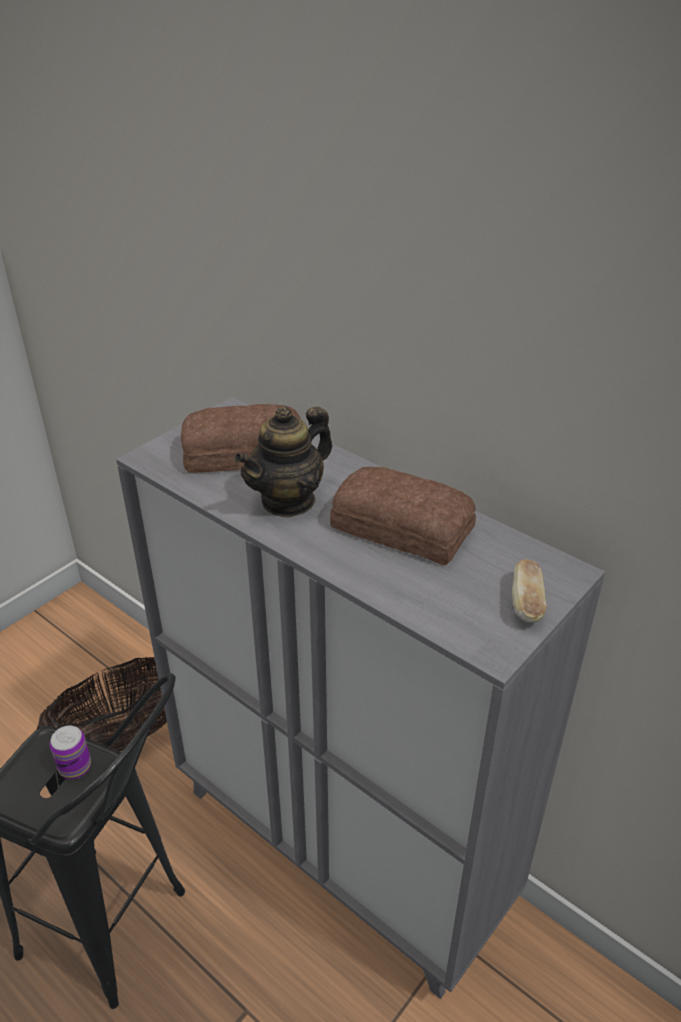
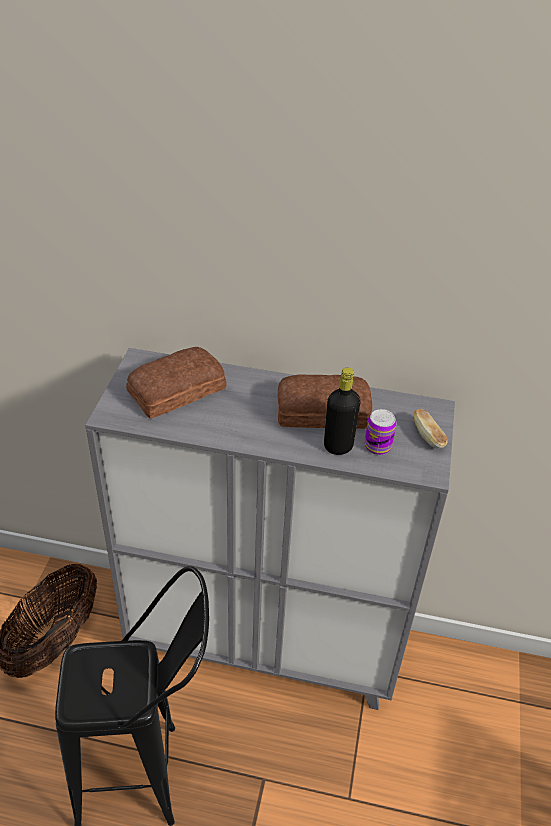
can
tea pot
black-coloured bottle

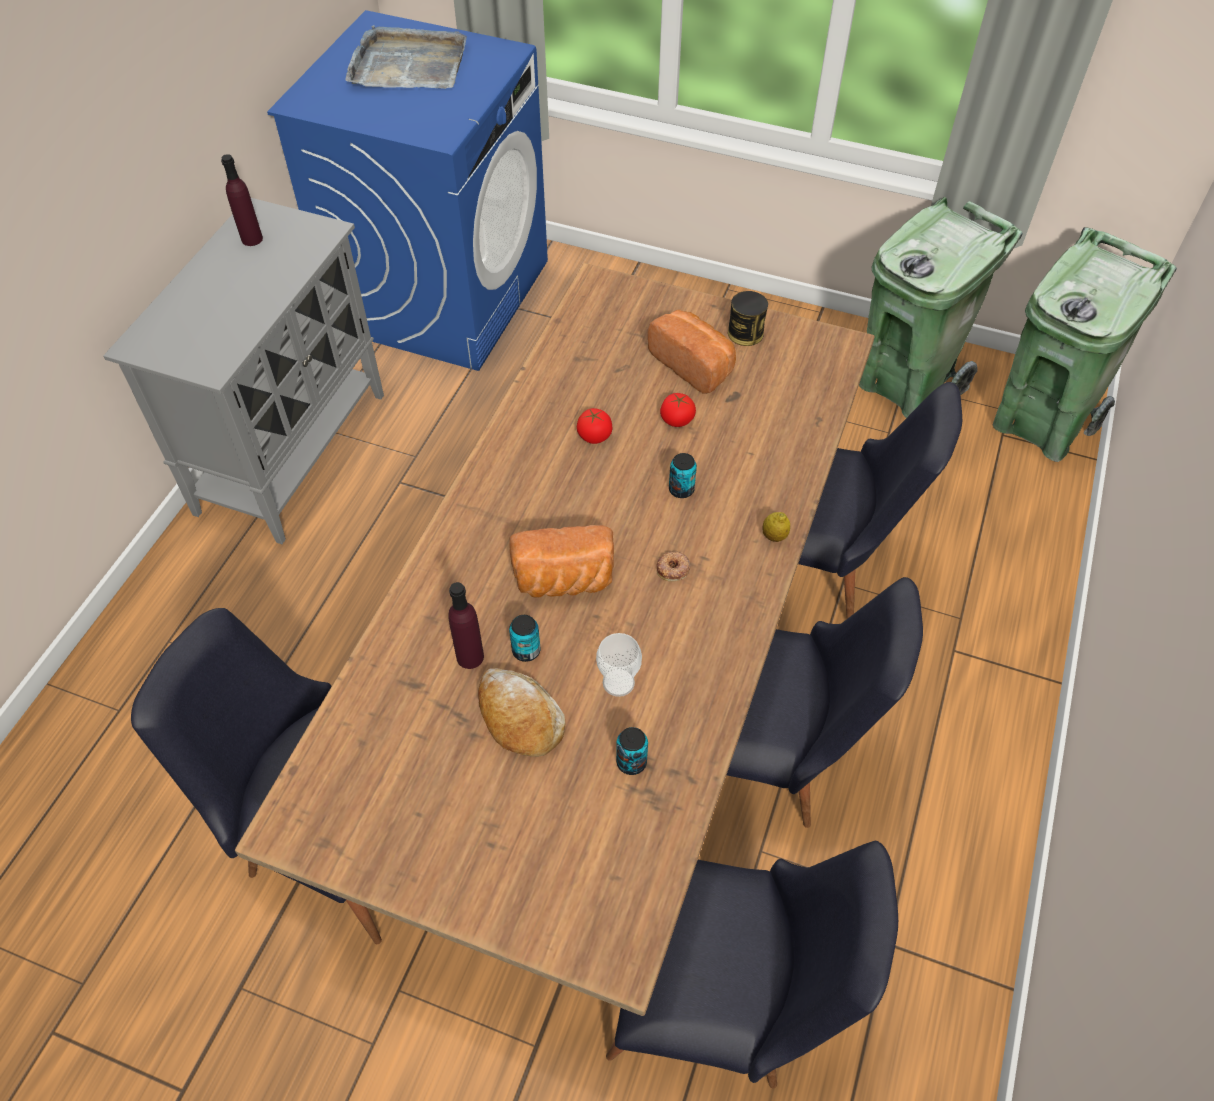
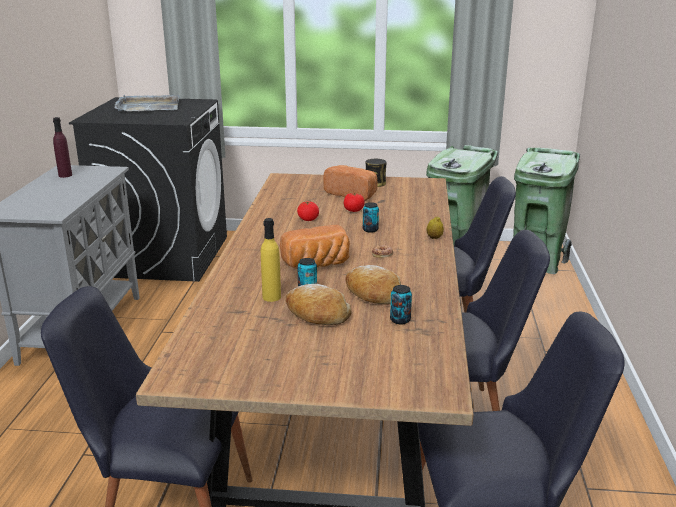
black-coloured washing machine
yellow-coloured bottle
bread (no. 4 from left)

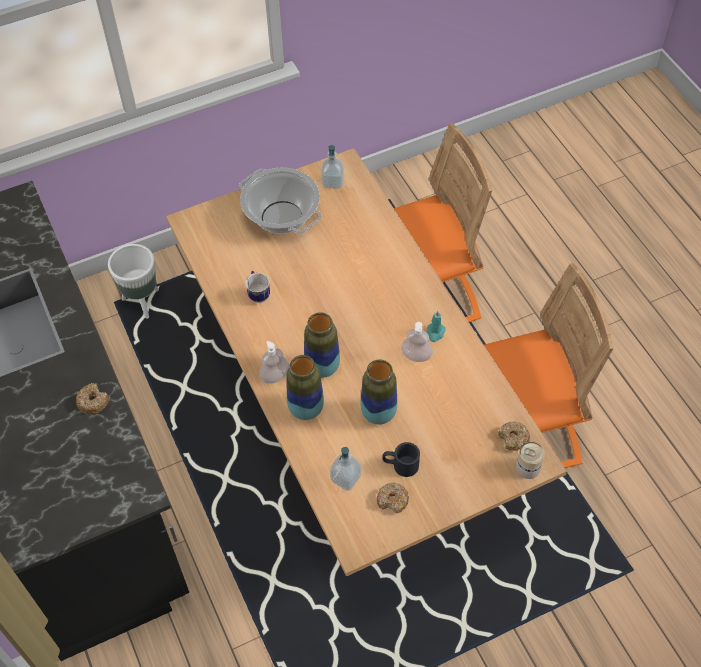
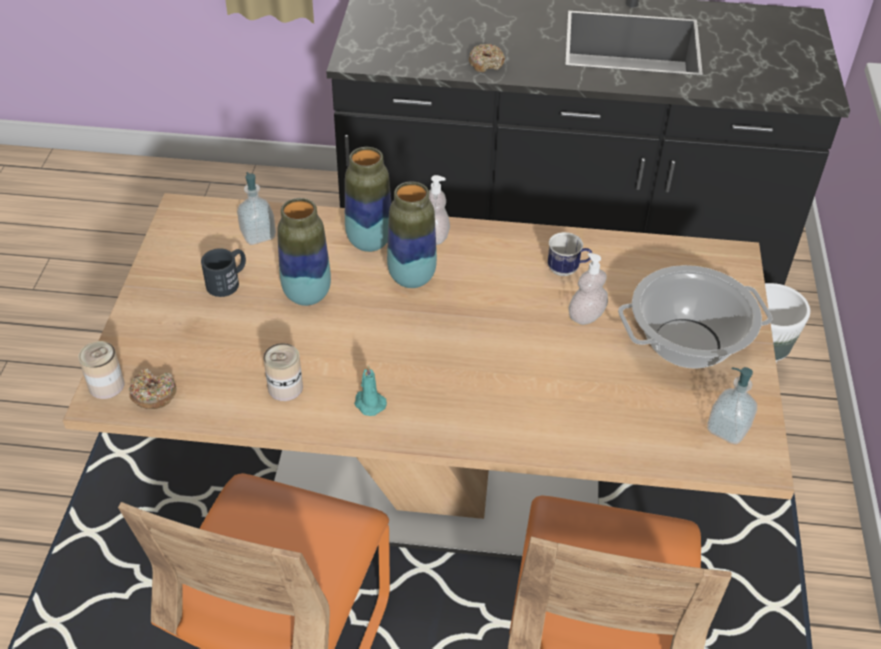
donut (no. 2 from left in the first image)
liquid soap bottle (no. 3 from left)
can (no. 2 from left)

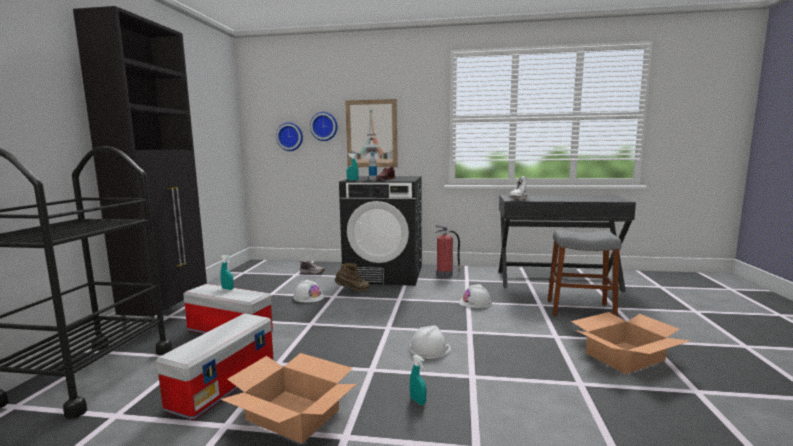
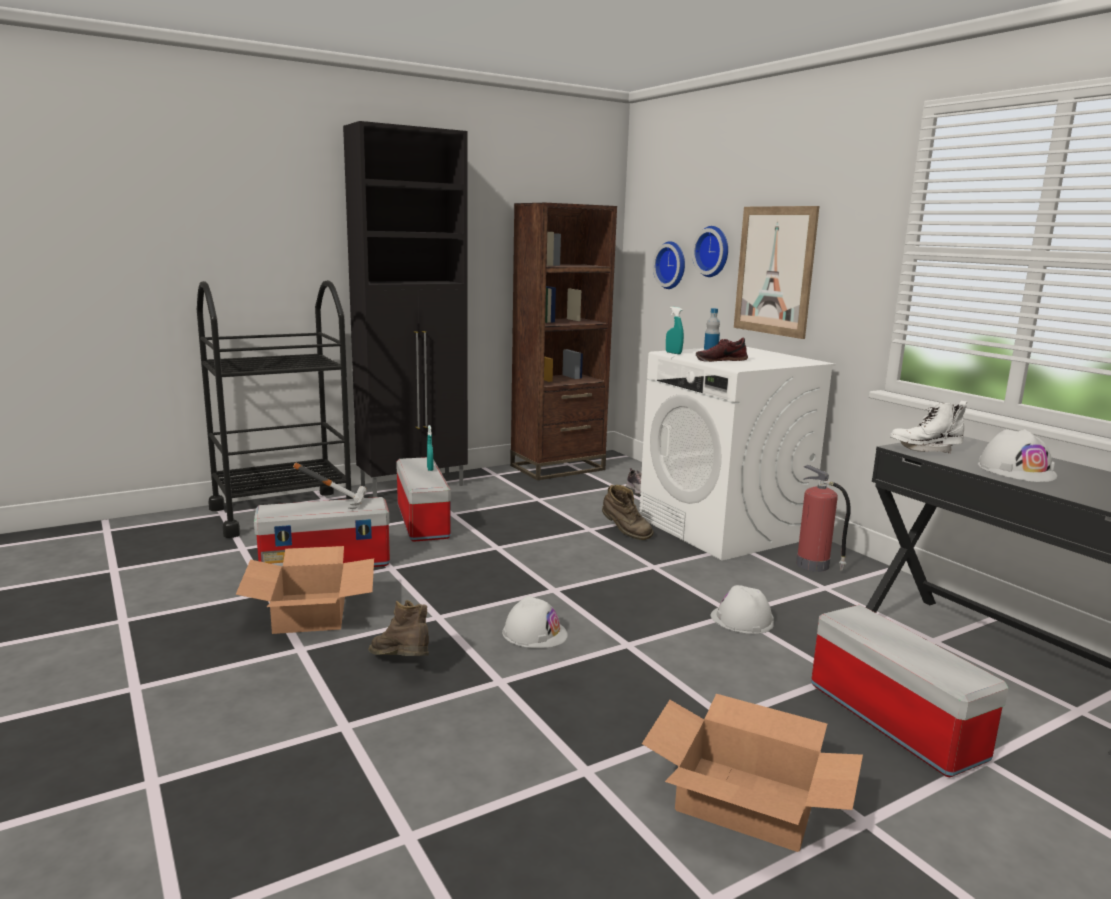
white-coloured safety helmet (no. 3 from left)
white-coloured washing machine
brown-coloured tall boot (no. 1 from left)
storage container (no. 3 from left)
hammer
brown-coloured bookshelf

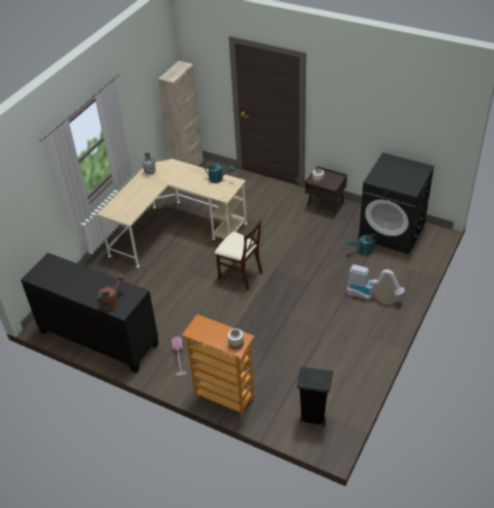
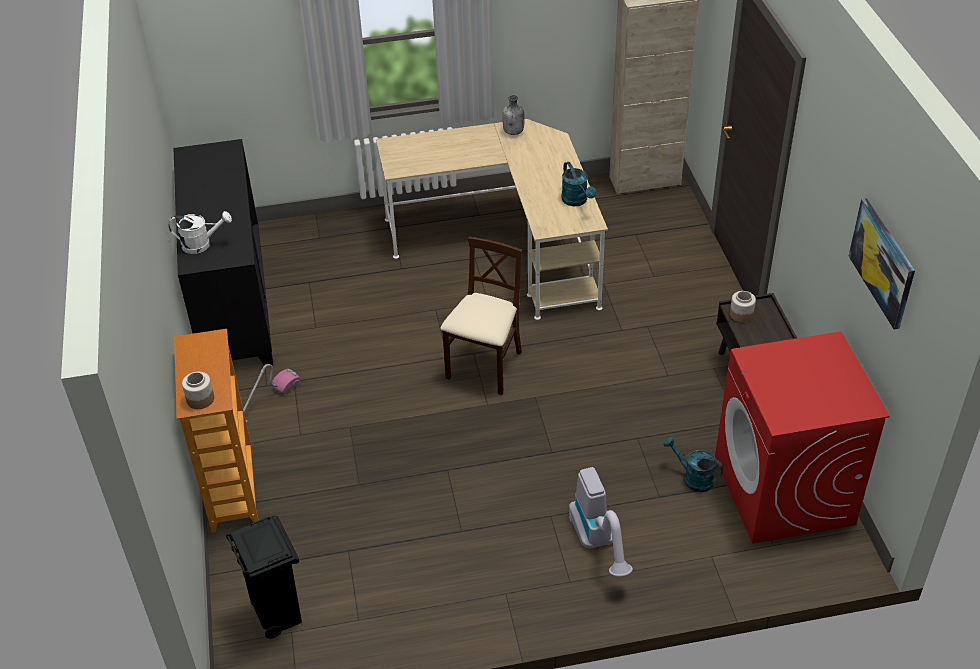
white-coloured watering can
beige upright chair
reddish washing machine
wall picture

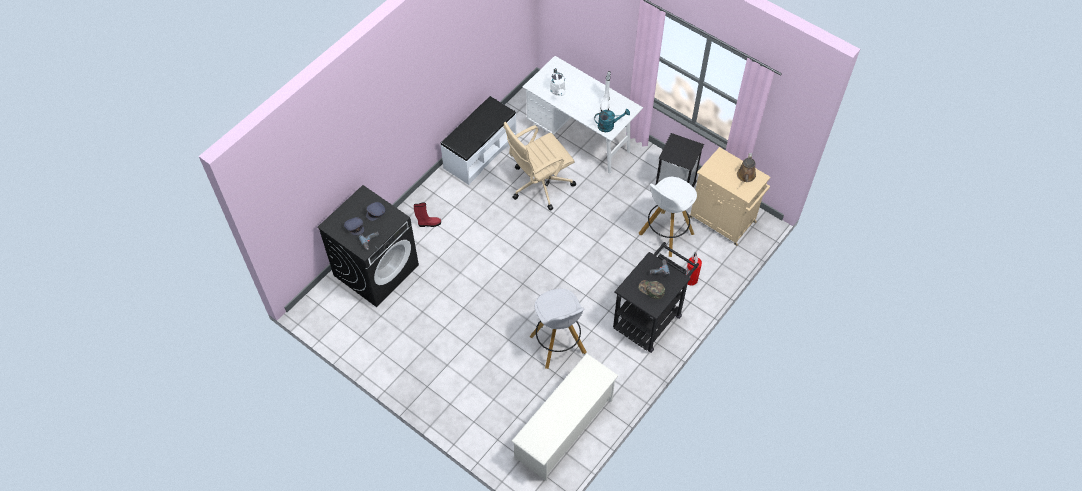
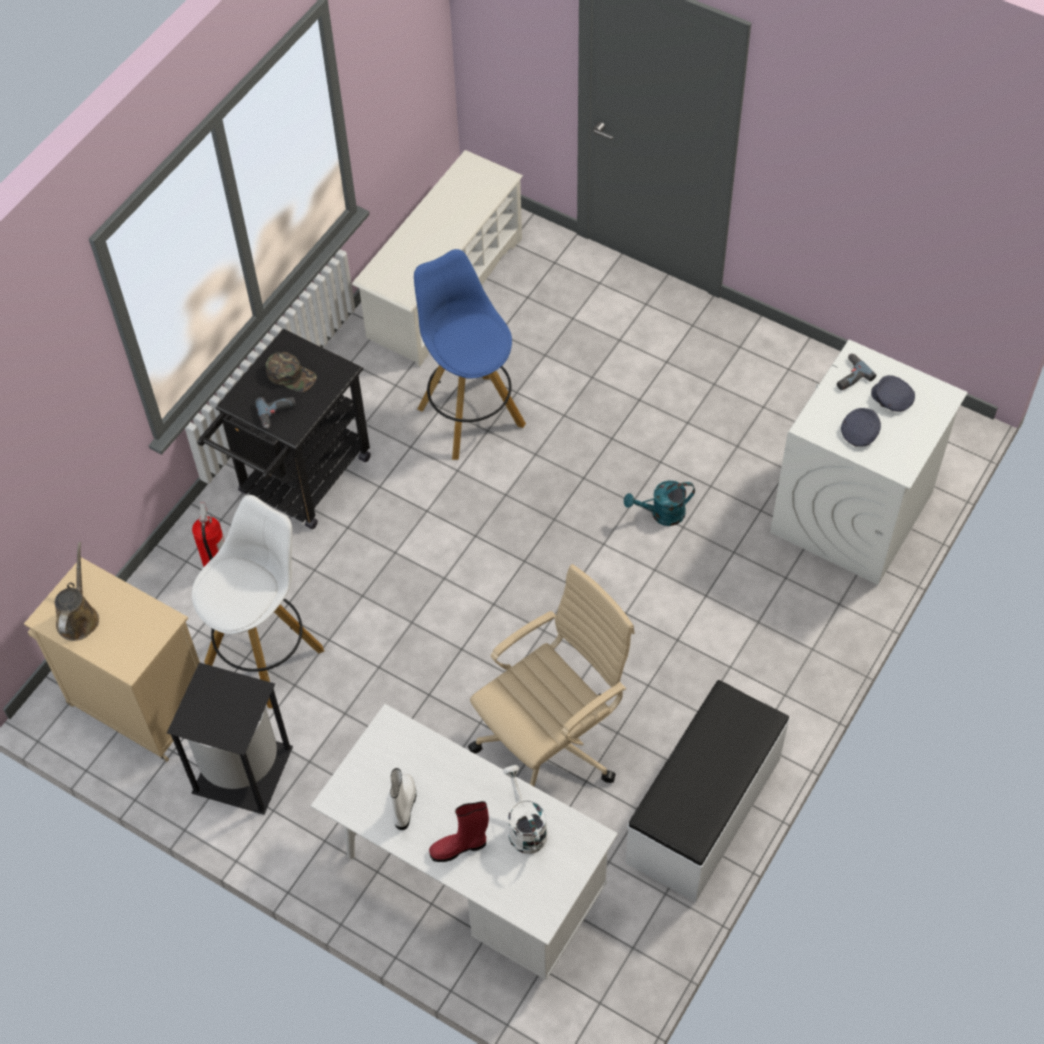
white-coloured washing machine
reddish tall boot
blue-coloured stool seat
blue-green watering can

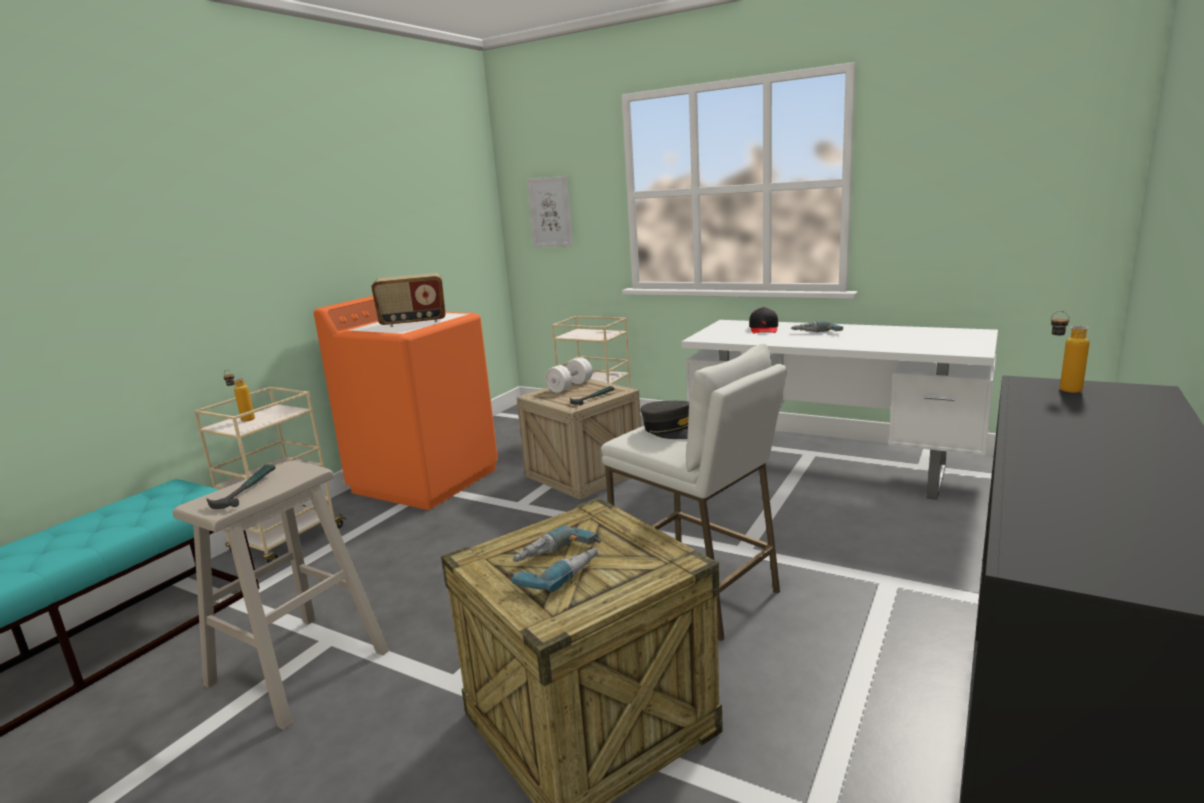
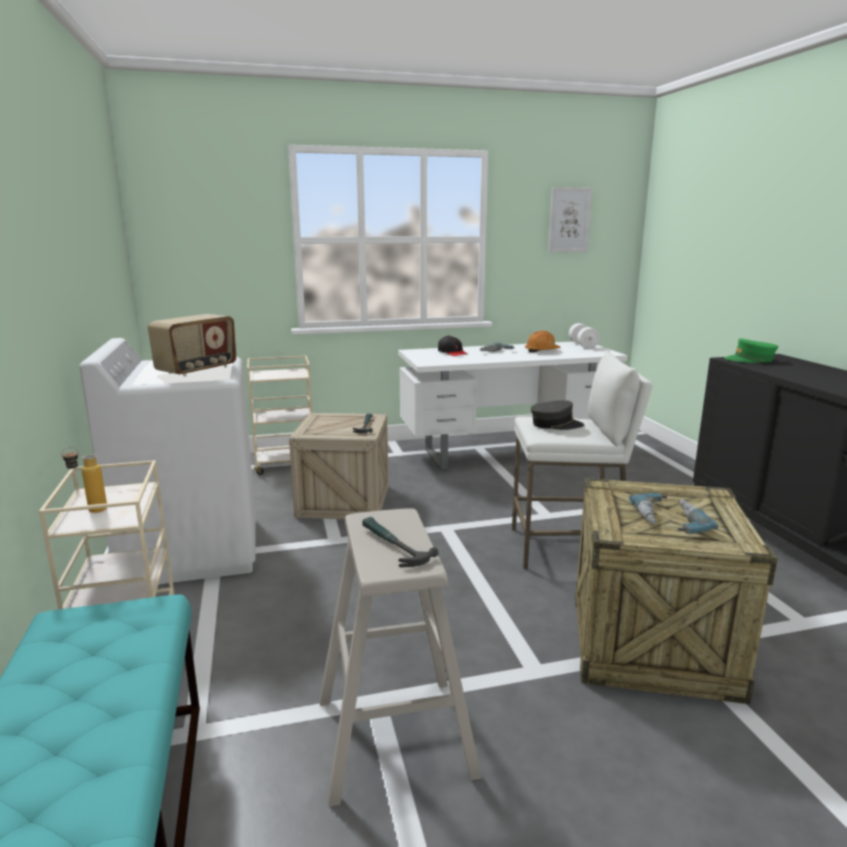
white-coloured washing machine
wall picture
white-coloured dumbbell
green-coloured baseball cap
orange-coloured safety helmet

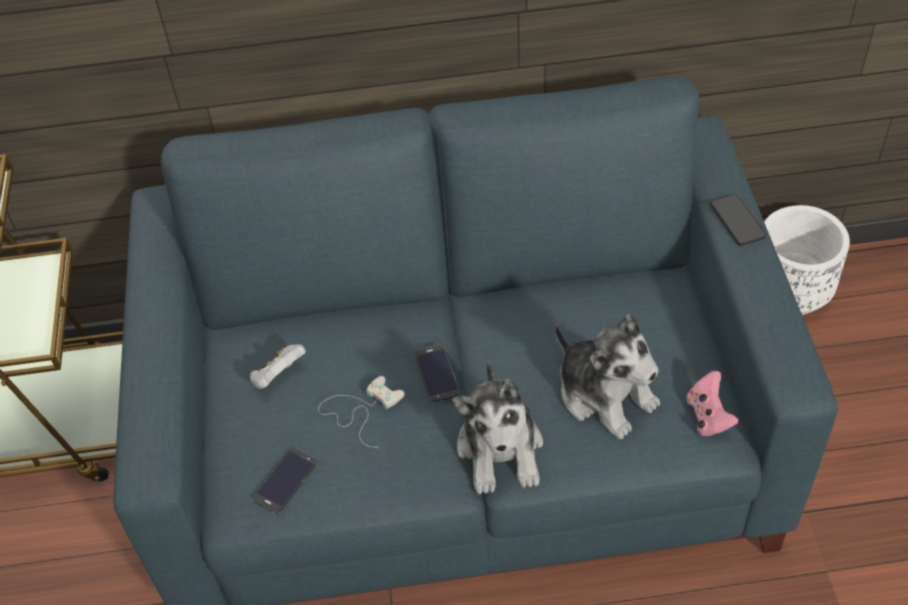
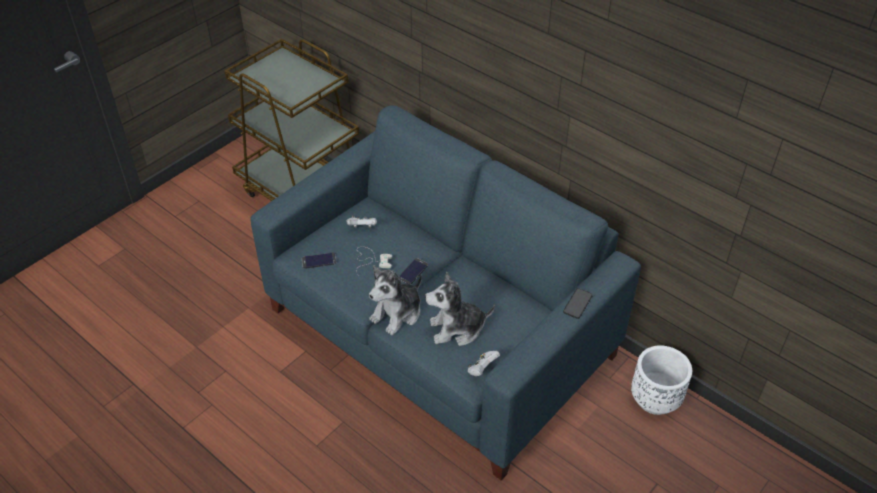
plush toy (no. 2 from left)
white-coloured gamepad (no. 3 from left)

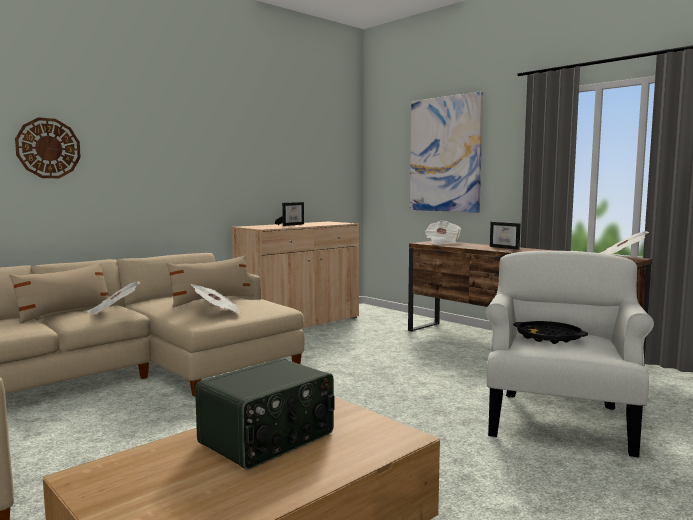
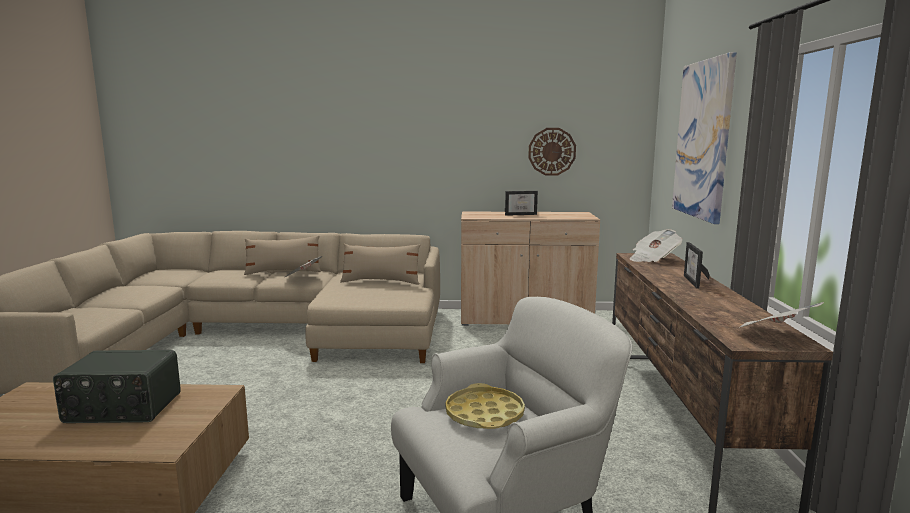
hanging clock
printed paper (no. 2 from left in the first image)
yellow-coloured tray

